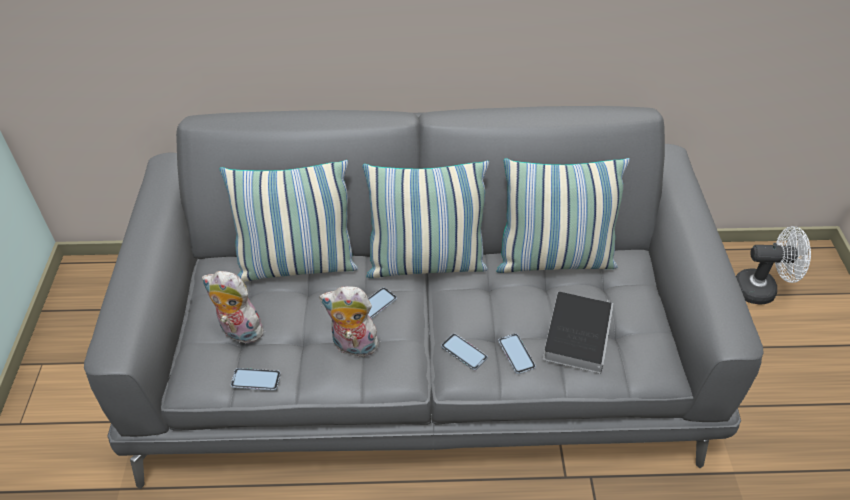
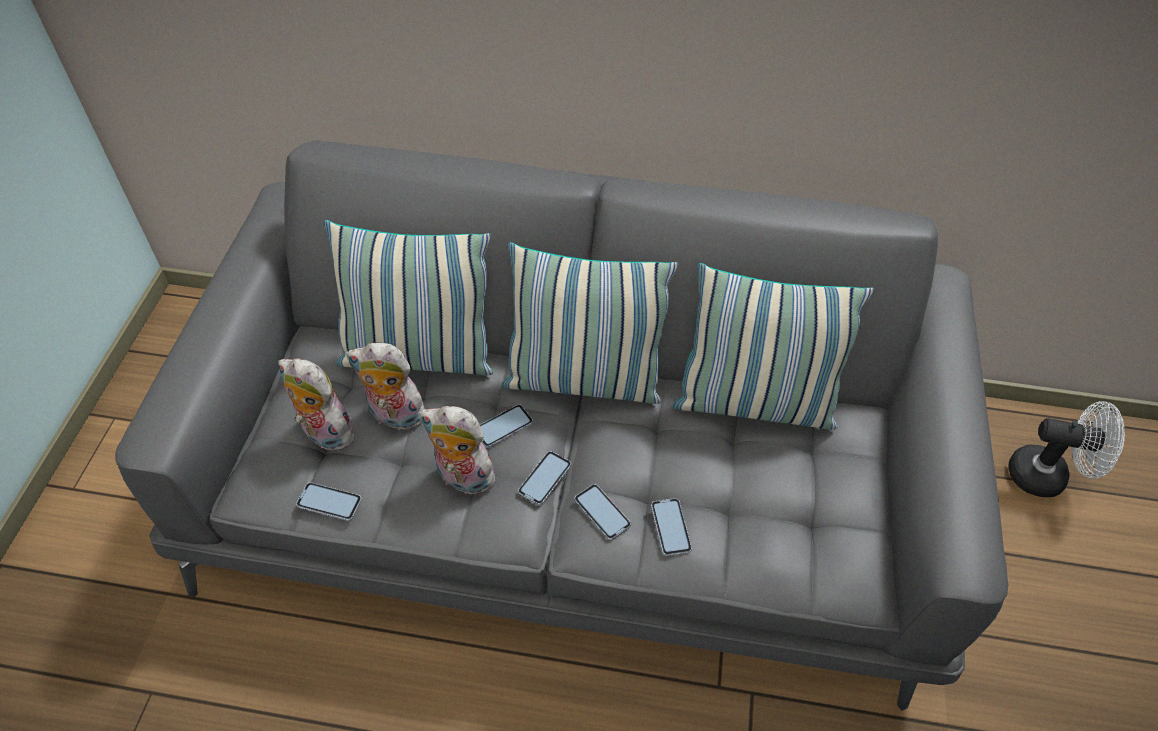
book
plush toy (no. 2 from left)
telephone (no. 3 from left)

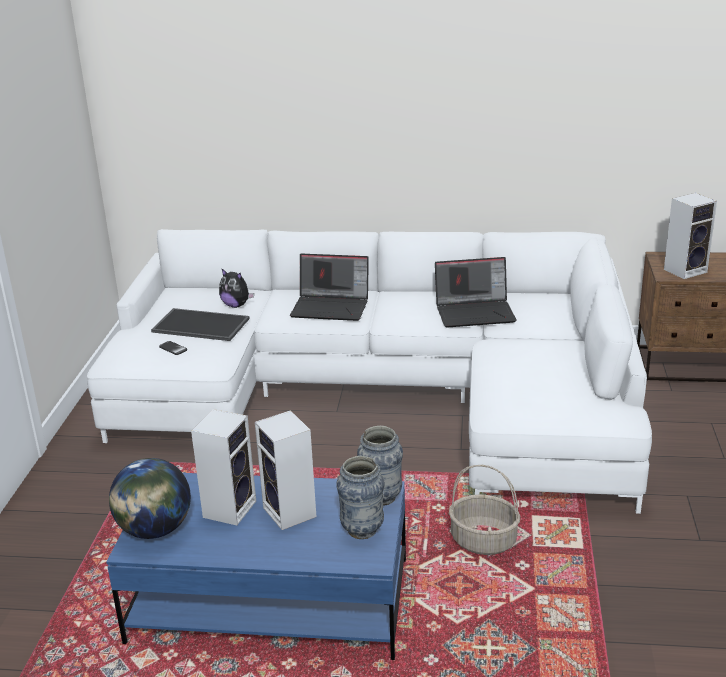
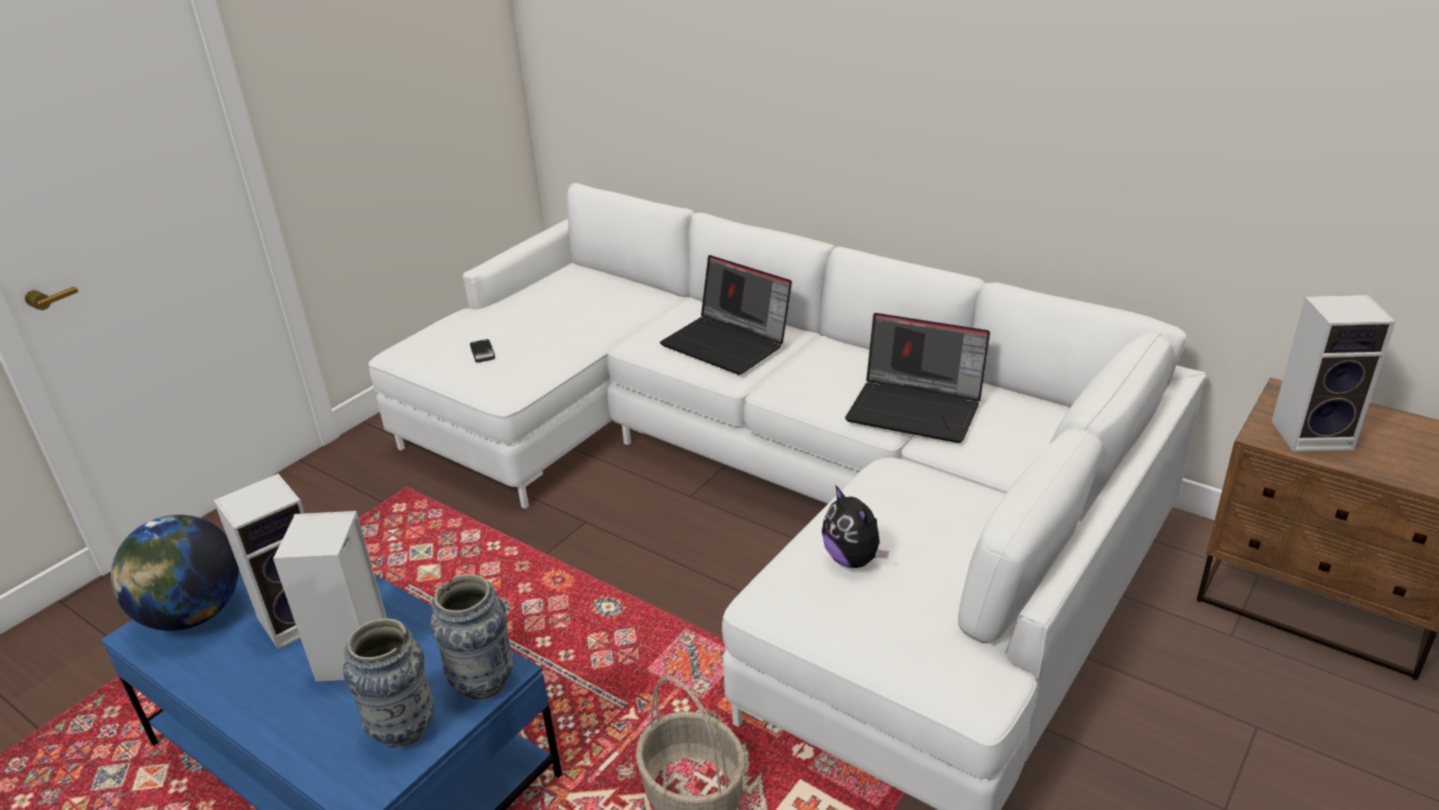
tray
plush toy

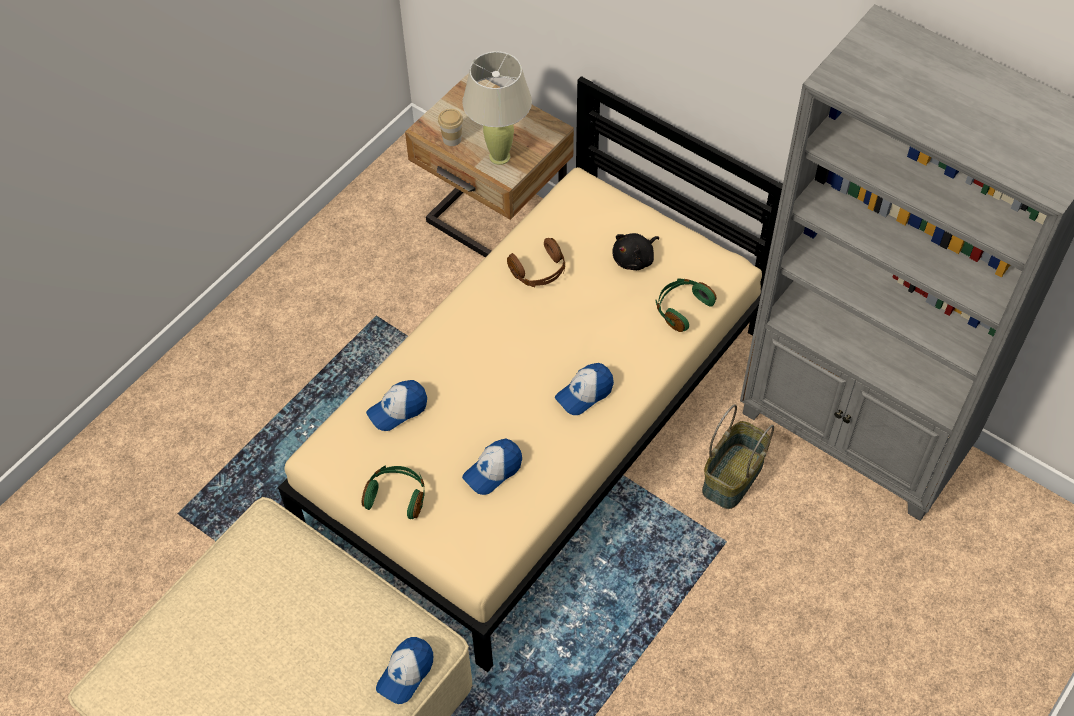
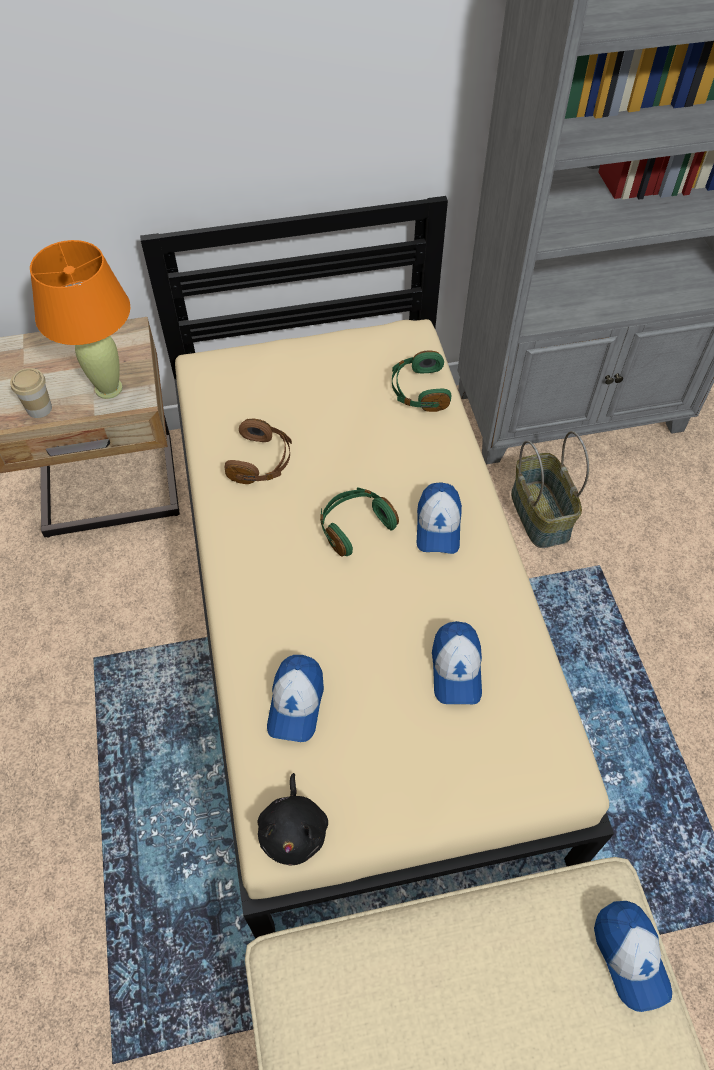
green-coloured headphones (no. 1 from left)
orange-coloured lamp for a table
black-coloured plush toy

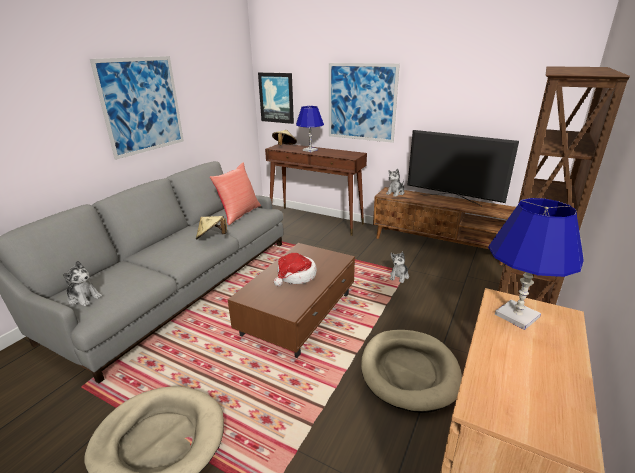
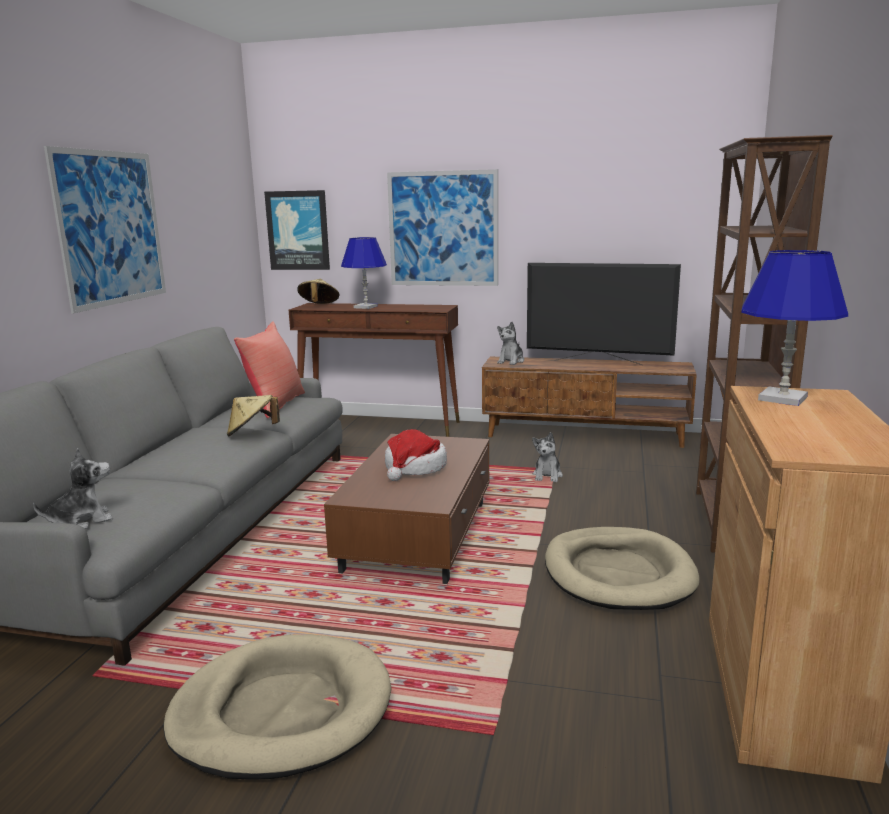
plush toy (no. 1 from left)

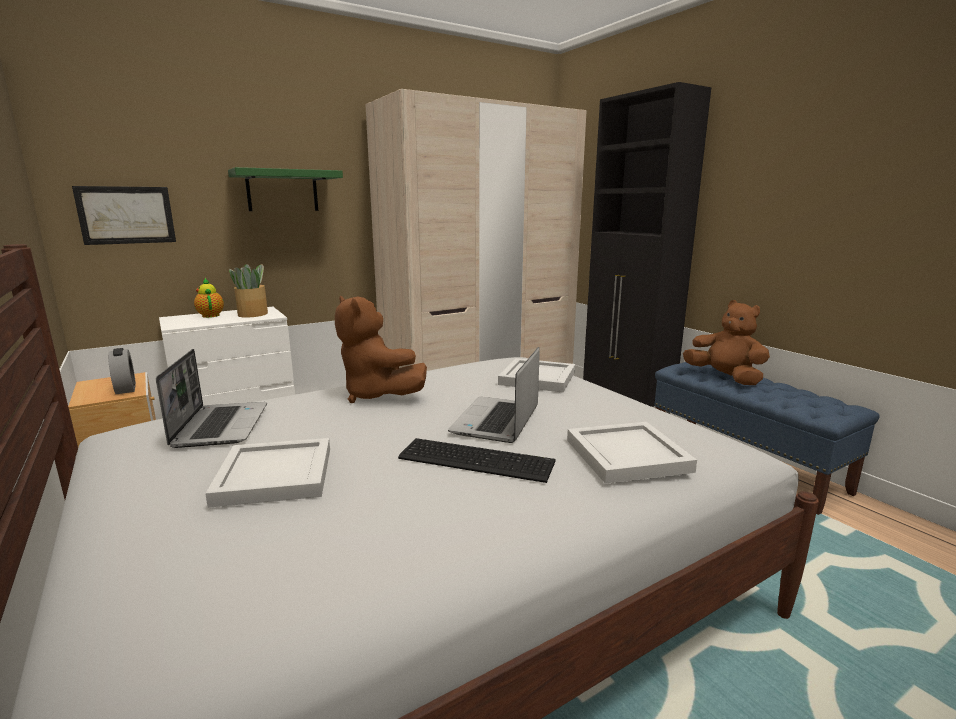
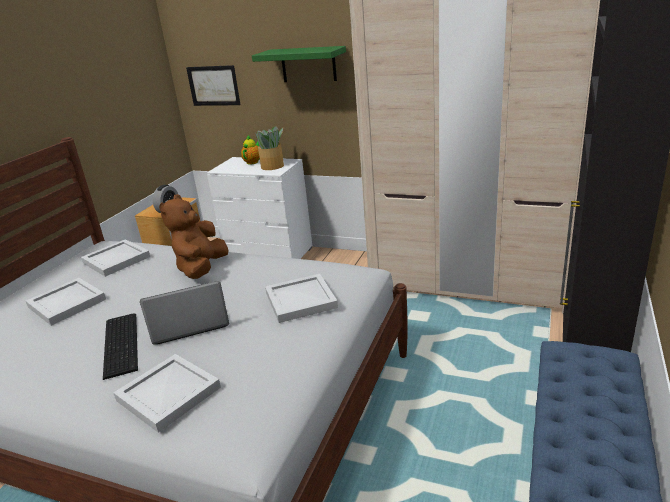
white-coloured tray (no. 2 from left)
brown-coloured plush toy (no. 2 from left in the first image)

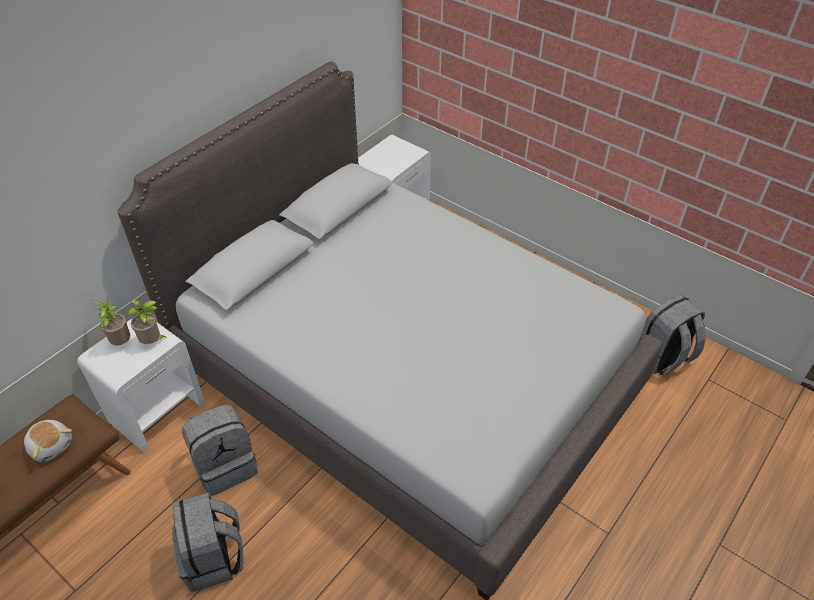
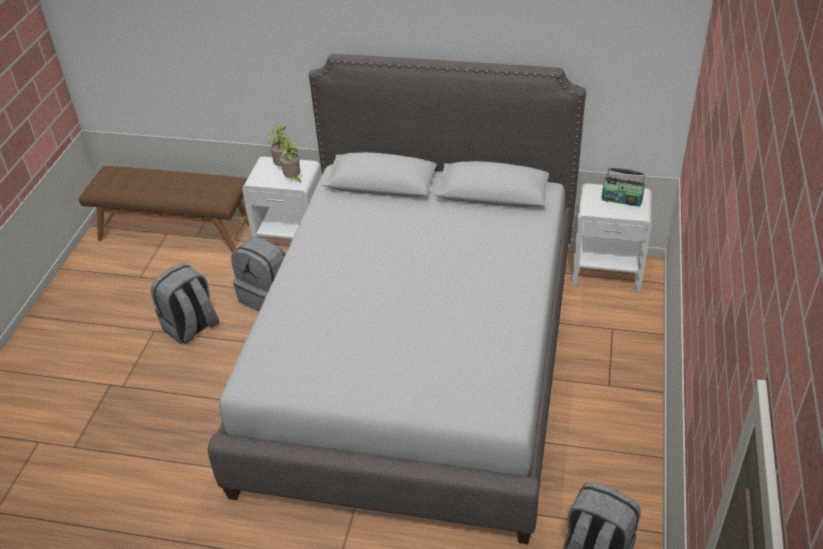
plush toy
radio receiver

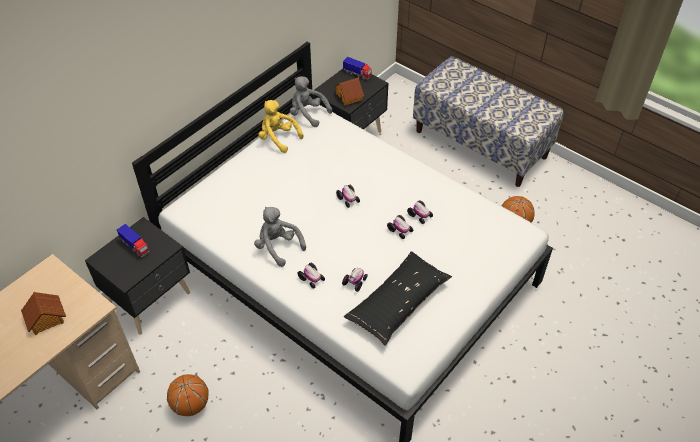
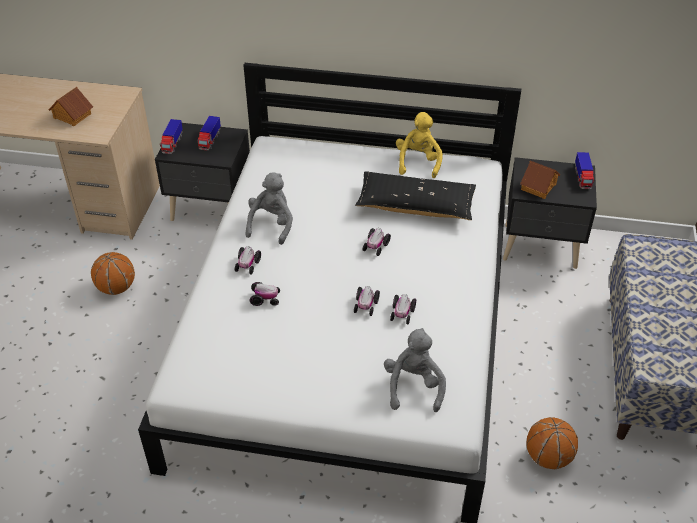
grey plush toy (no. 2 from left)
black-coloured throw pillow
toy lorry (no. 1 from left)

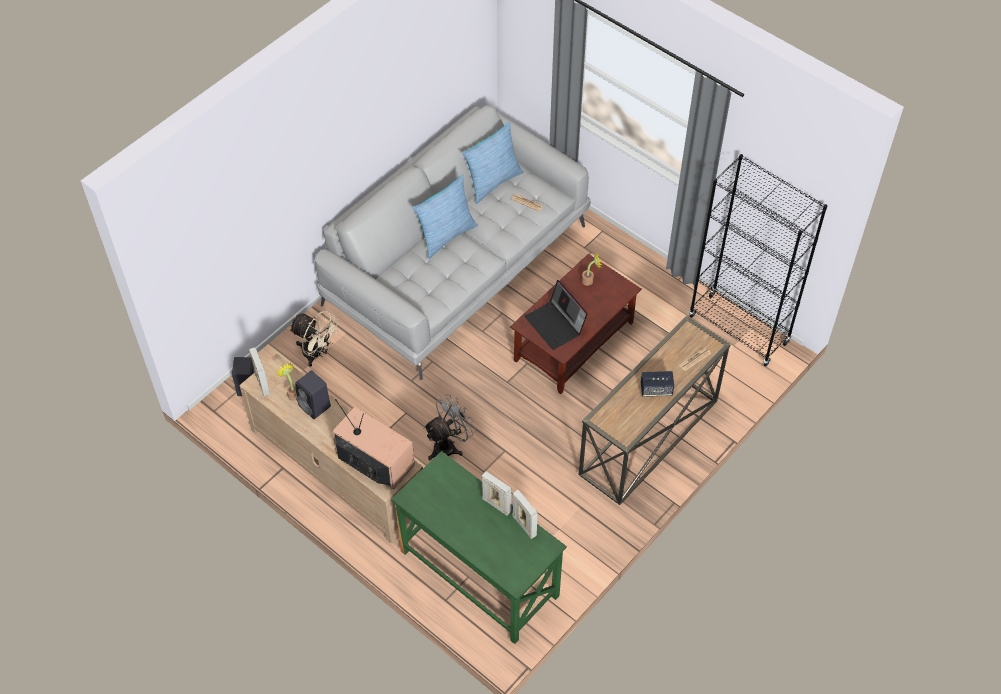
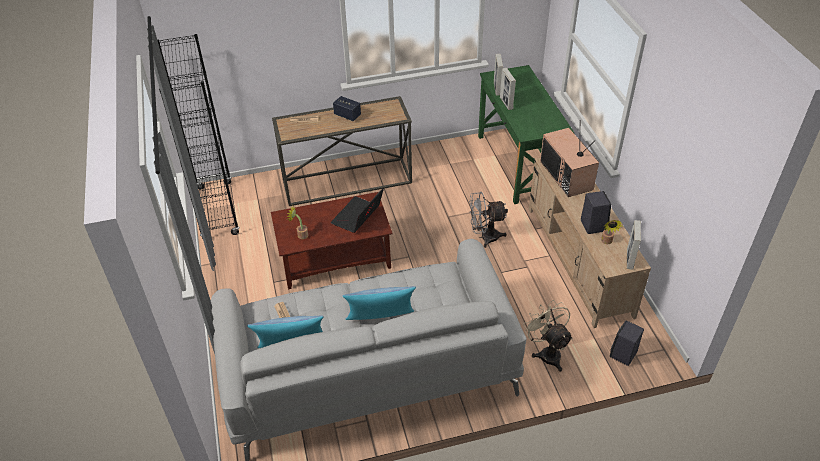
portable computer

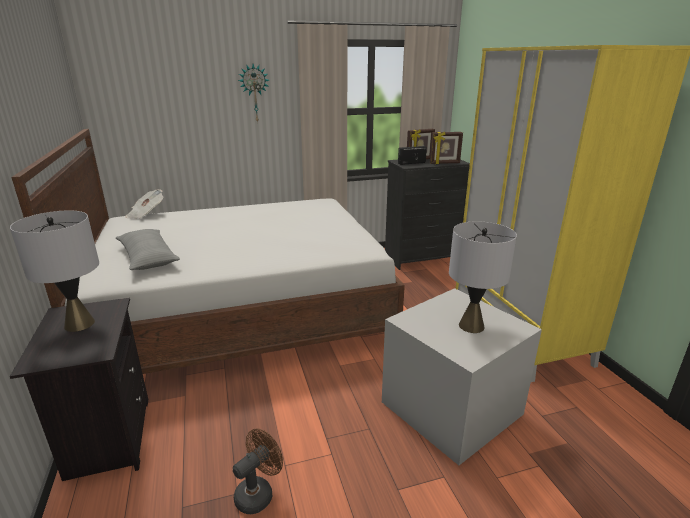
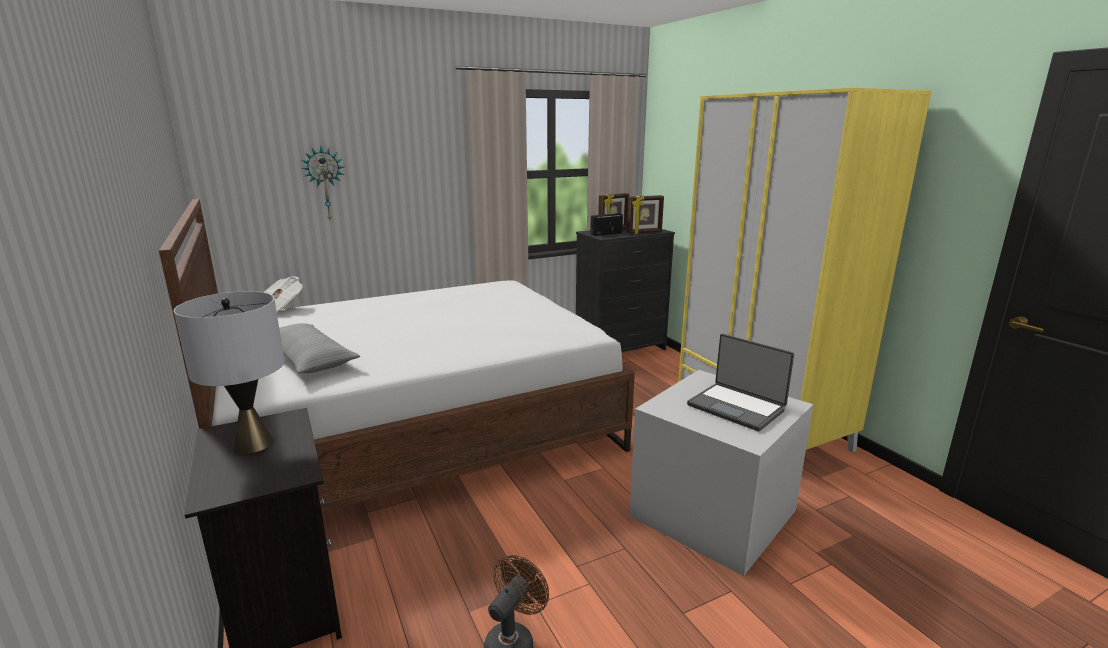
hanging clock
portable computer

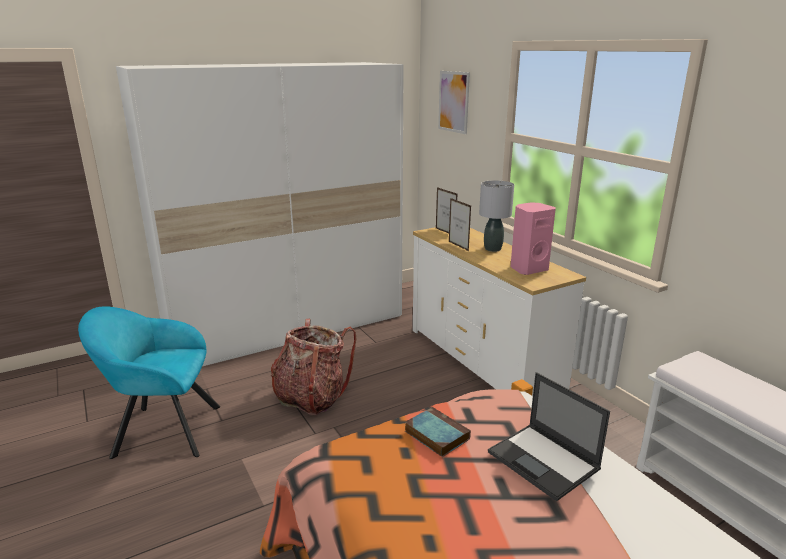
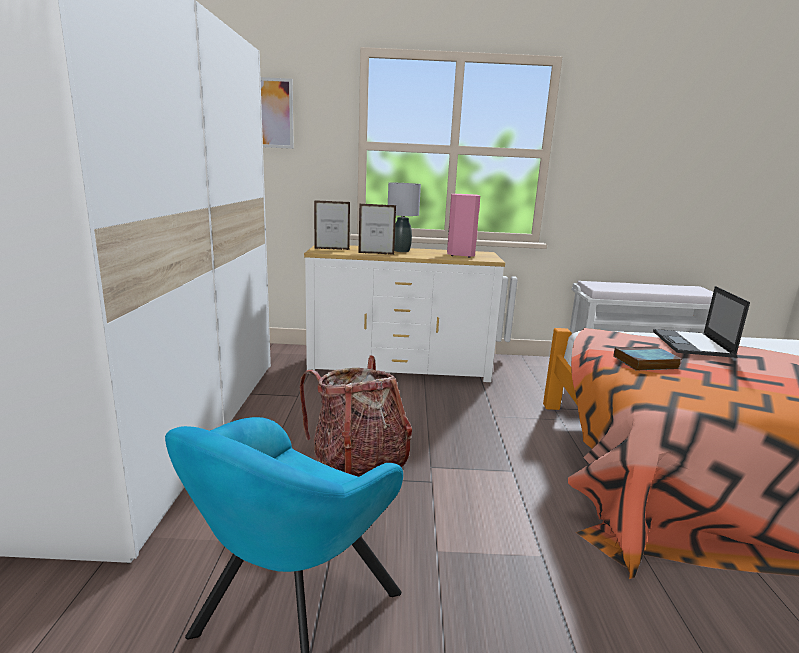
portable computer

